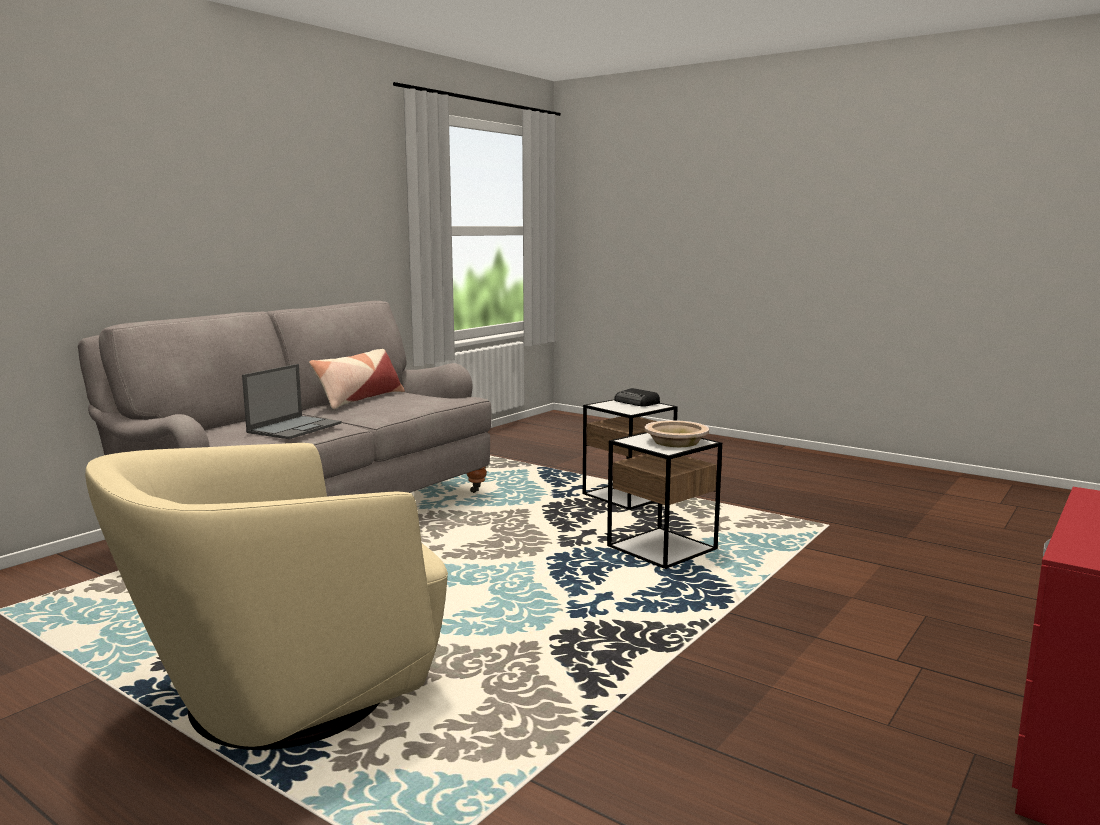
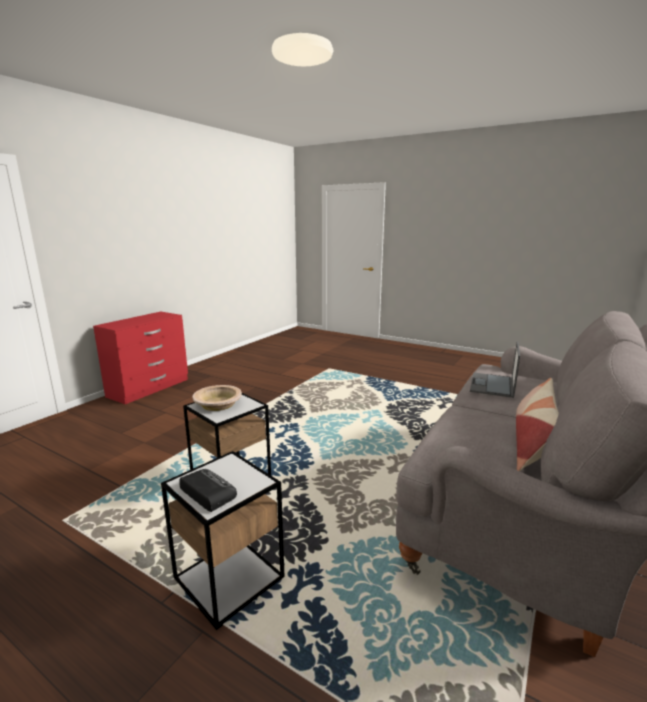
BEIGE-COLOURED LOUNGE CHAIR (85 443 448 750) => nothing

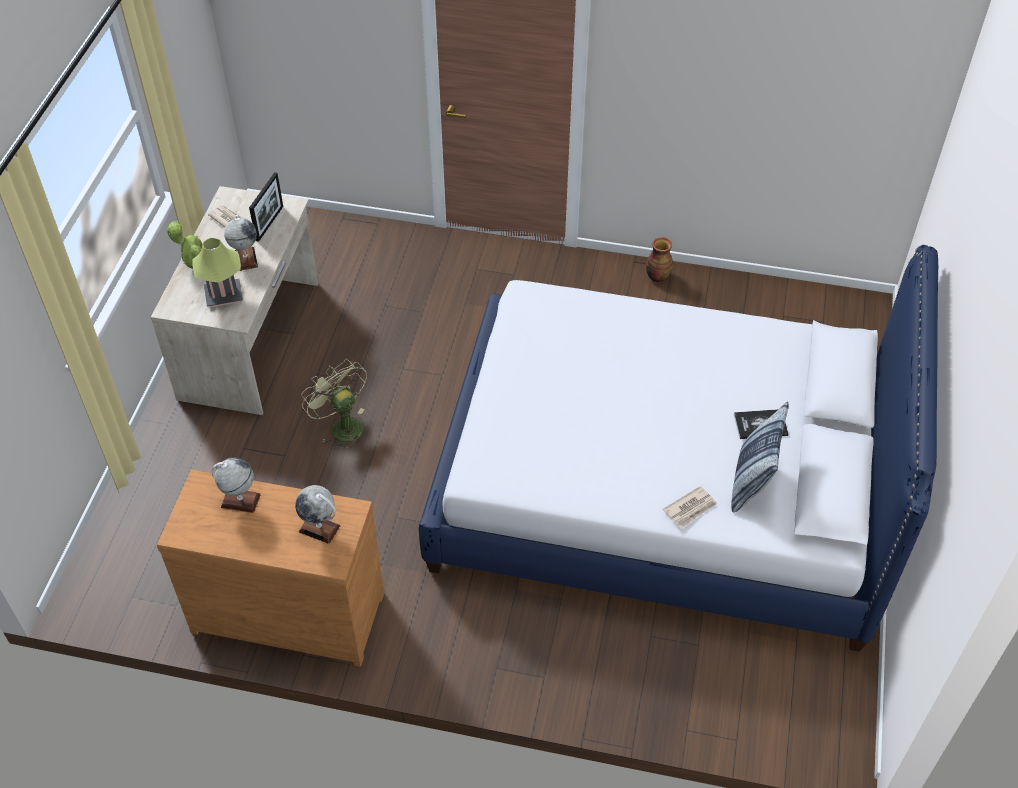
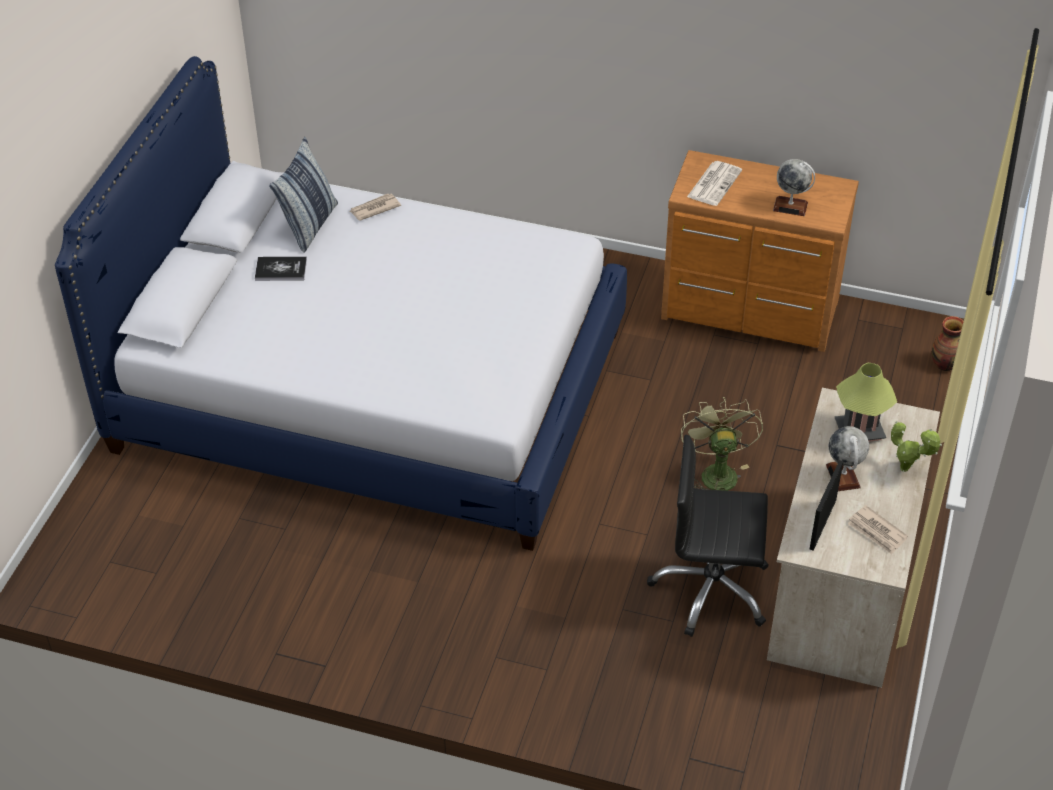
DECORATIVE VASE (646 237 673 282) => DECORATIVE VASE (932 316 964 371), shifted
GREEN-COLOURED ELECTRIC FAN (301 359 367 450) => GREEN-COLOURED ELECTRIC FAN (681 397 763 491), 150 degrees counterclockwise
WORLD GLOBE (295 485 341 544) => PRINTED PAPER (687 161 742 206)
nothing => BLACK-COLOURED DESK CHAIR (647 435 769 637)

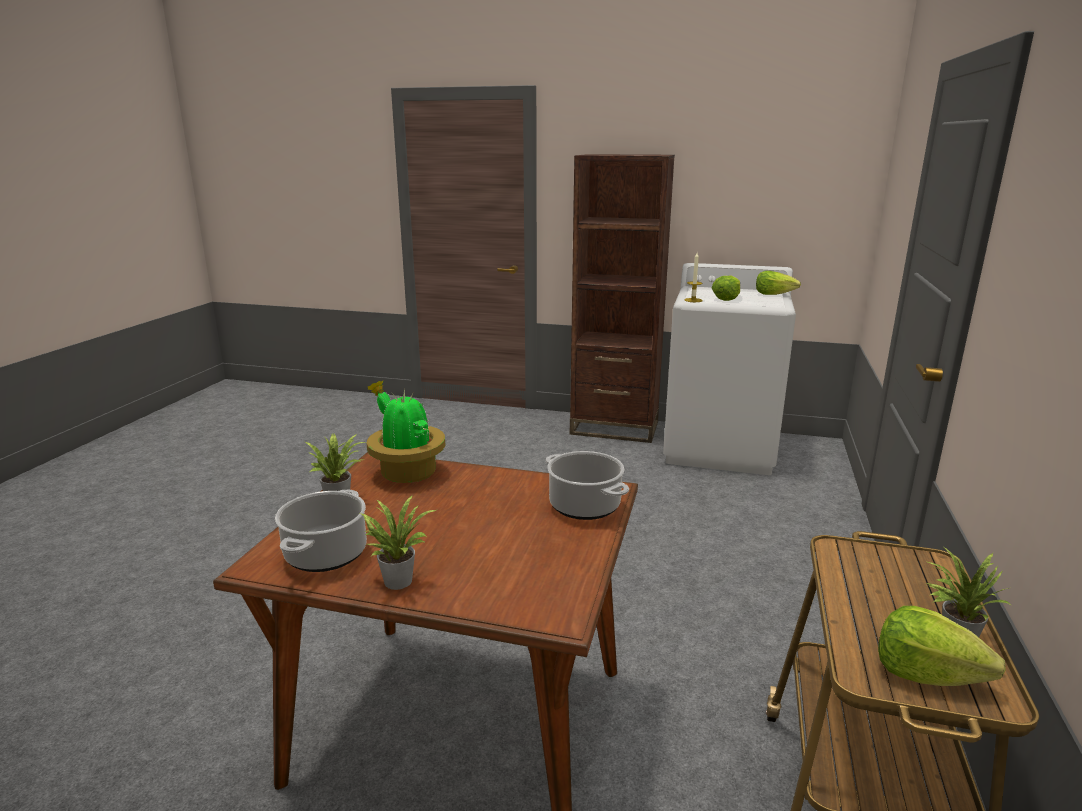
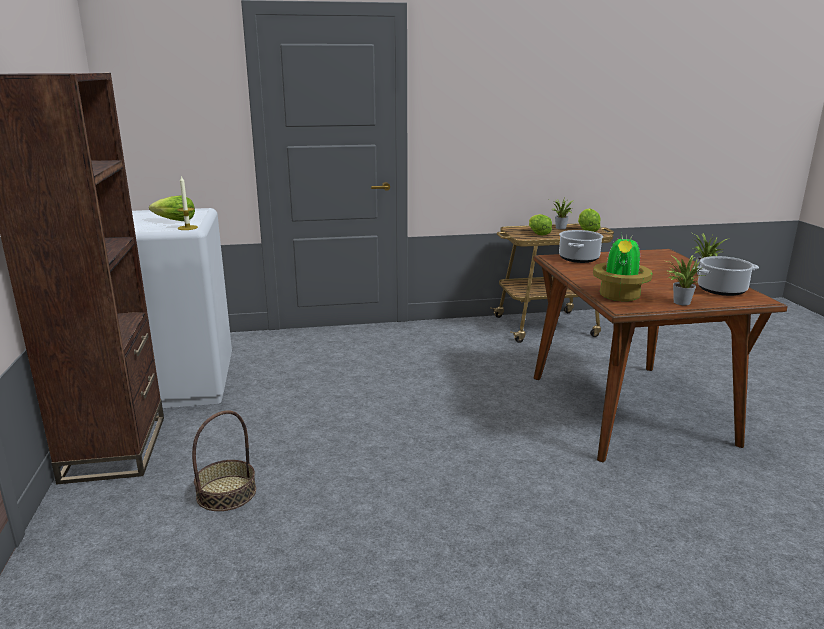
HEAD OF LETTUCE (756 271 801 295) => HEAD OF LETTUCE (529 214 552 236), shifted
nothing => HOUSEHOLD BASKET (192 410 256 511)

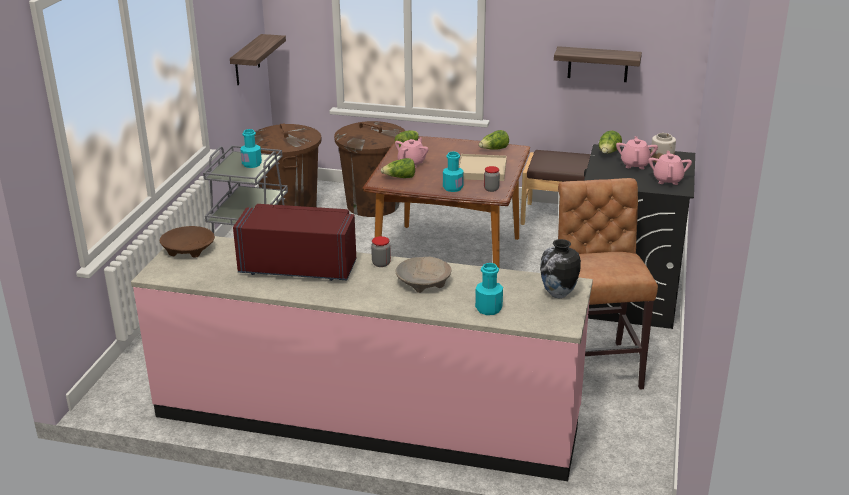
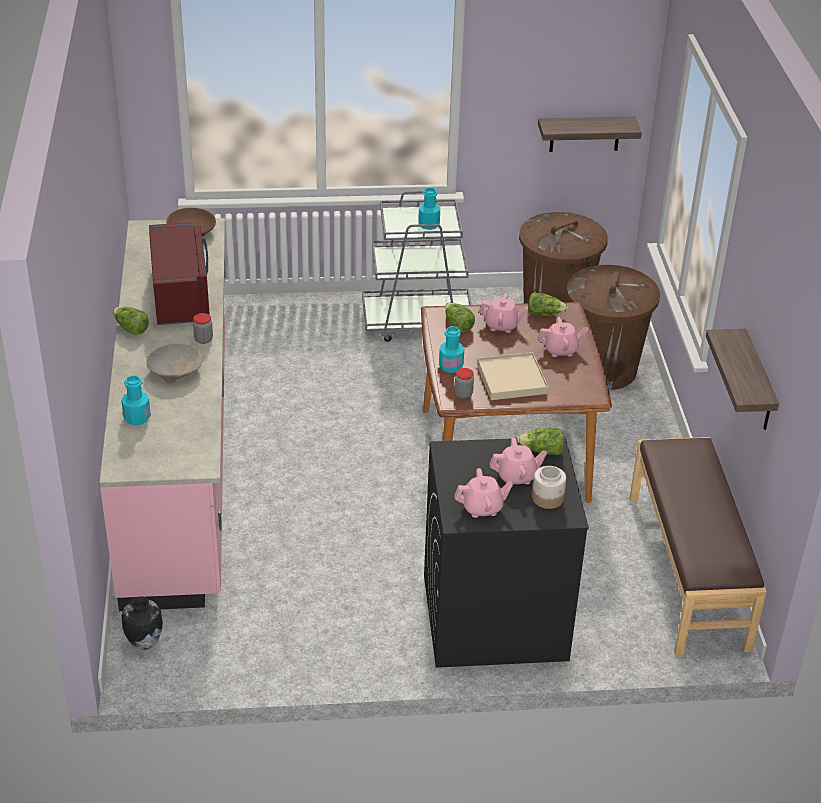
HEAD OF LETTUCE (479 130 509 149) => HEAD OF LETTUCE (113 307 149 335), shifted
BROWN SITTING STOOL (558 178 658 390) => nothing
DECORATIVE VASE (540 239 581 298) => DECORATIVE VASE (121 596 163 650), shifted
nothing => PINK TEA POT (537 317 588 357)

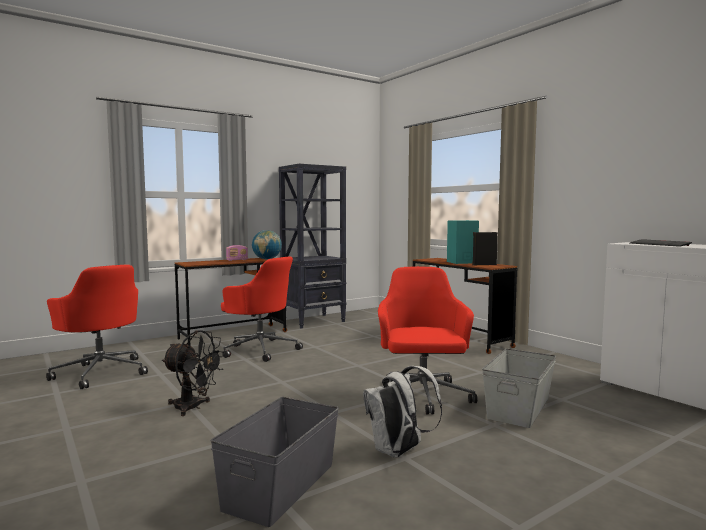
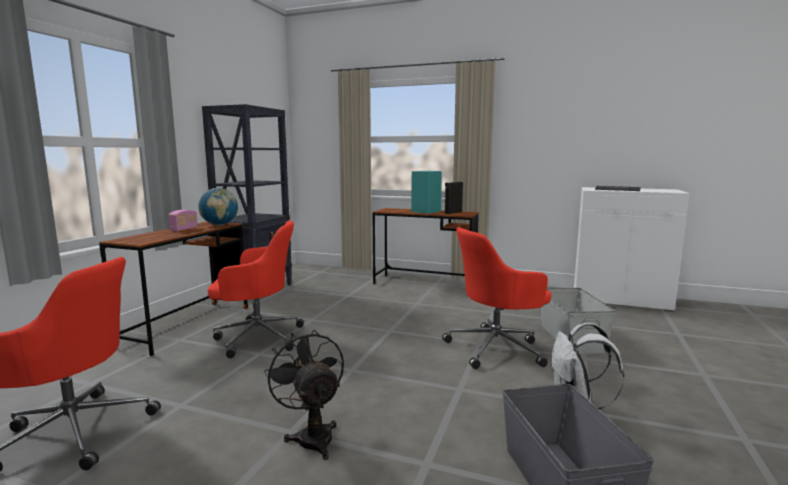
RED-COLOURED DESK CHAIR (378 266 477 414) => RED-COLOURED DESK CHAIR (442 227 551 369), 75 degrees counterclockwise
BLACK-COLOURED ELECTRIC FAN (162 330 225 416) => BLACK-COLOURED ELECTRIC FAN (264 330 344 460), 105 degrees counterclockwise

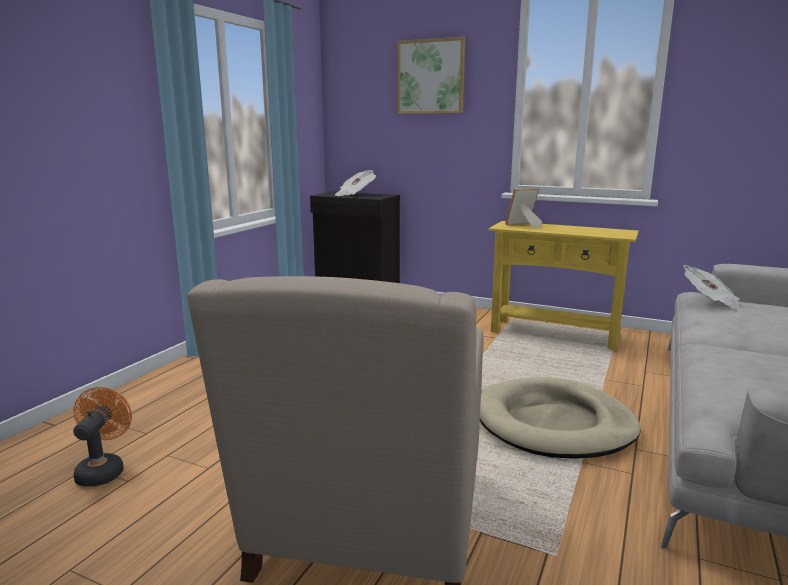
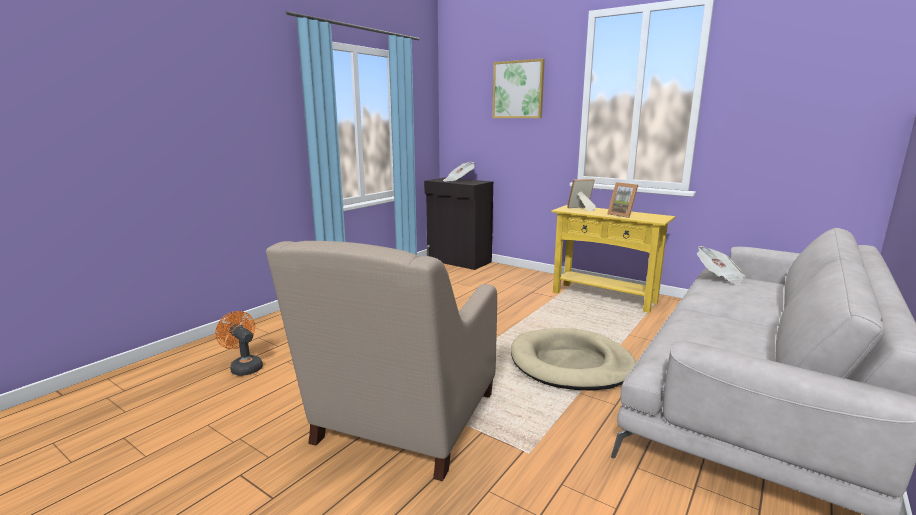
ORANGEY ELECTRIC FAN (73 387 132 487) => ORANGEY ELECTRIC FAN (215 311 263 376), 60 degrees counterclockwise
nothing => STANDING FRAME (607 182 638 218)

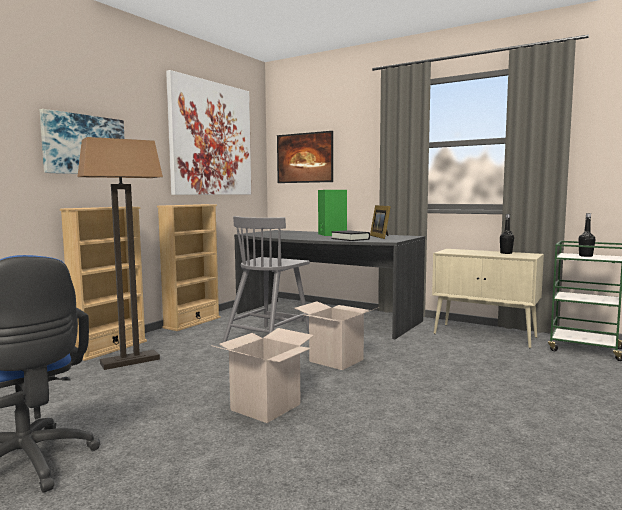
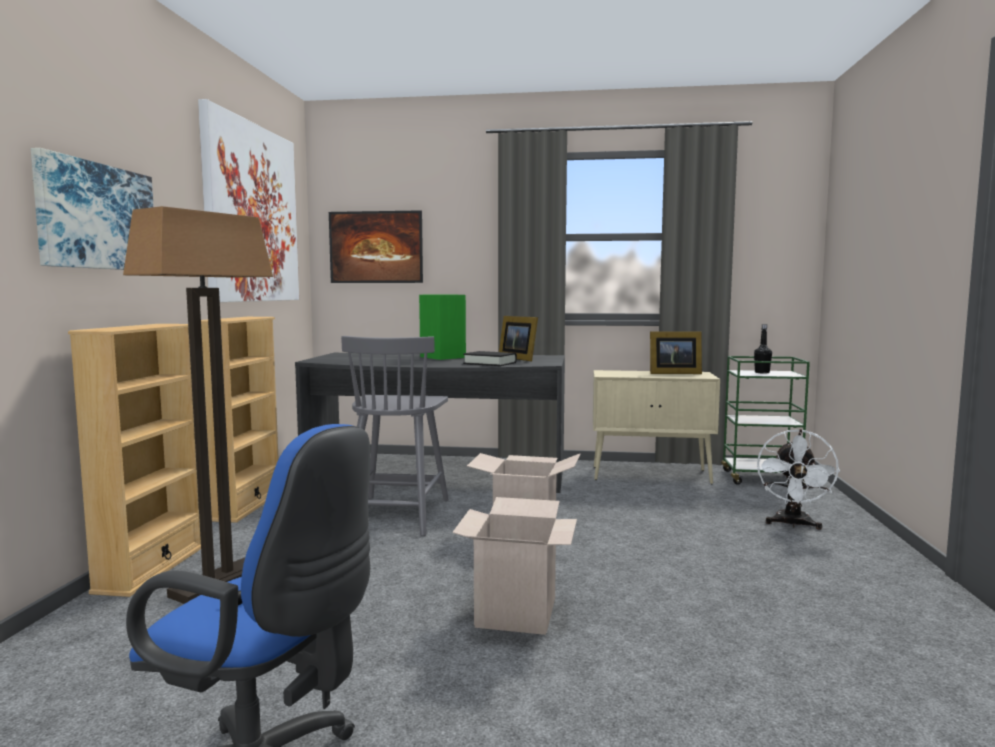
BLACK-COLOURED BOTTLE (500 214 514 254) => STANDING FRAME (650 331 702 374)
nothing => WHITE-COLOURED ELECTRIC FAN (757 429 840 530)

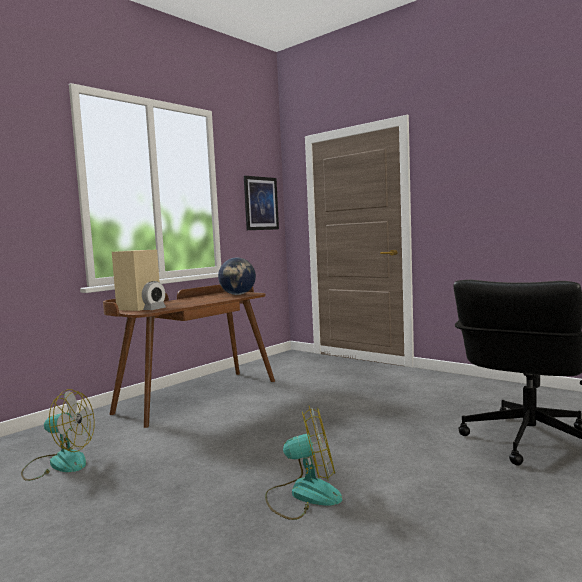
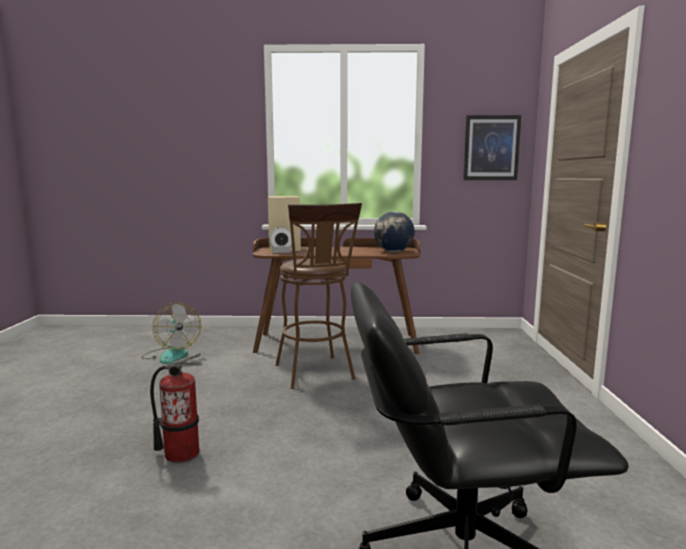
ELECTRIC FAN (265 406 342 520) => EXTINGUISHER (150 353 202 463)
nothing => BROWN SITTING STOOL (275 203 362 389)

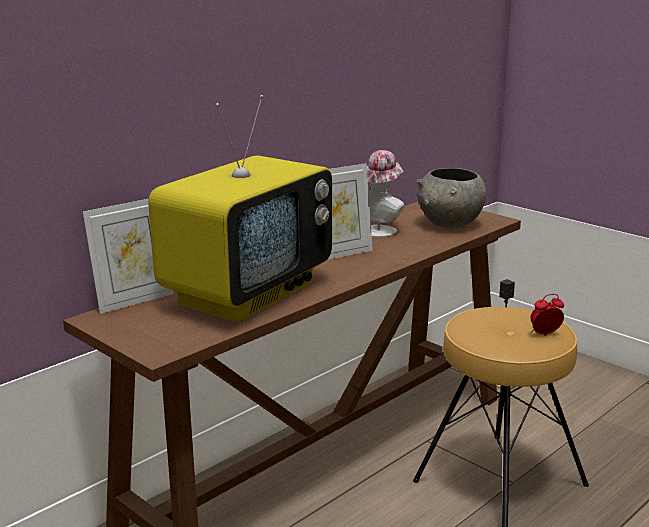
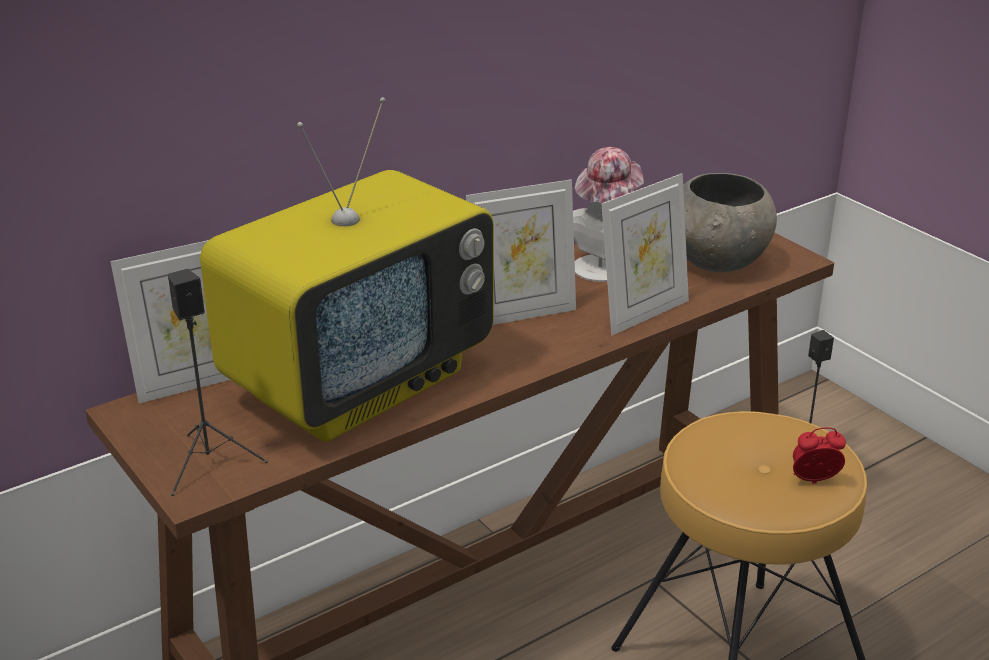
nothing => STANDING FRAME (602 173 689 336)
nothing => BLACK-COLOURED LOUDSPEAKER (168 269 268 496)

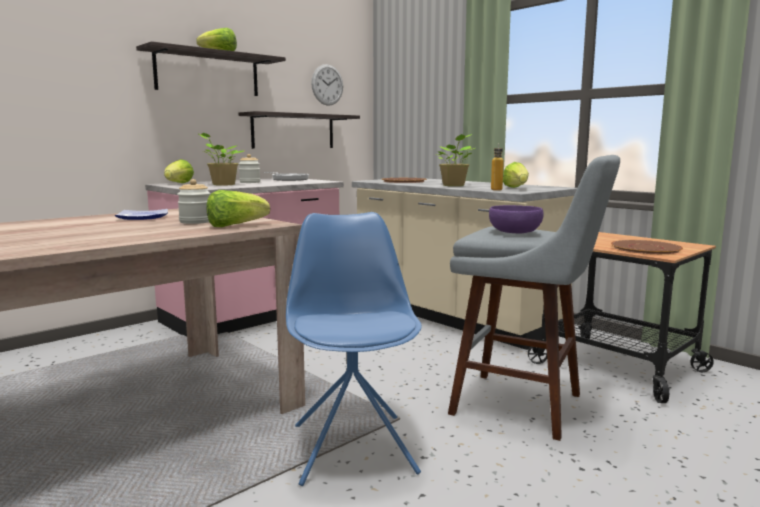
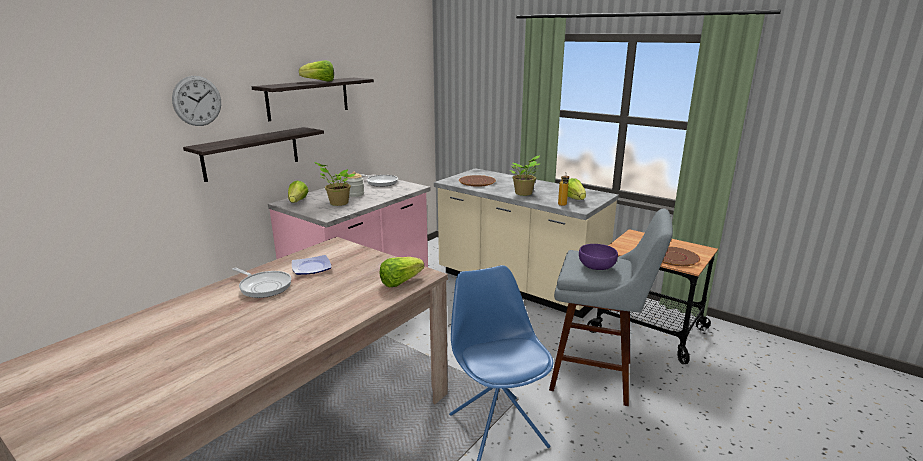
WALL CLOCK (311 64 343 106) => WALL CLOCK (172 76 221 126), shifted
WALL SHELF (239 111 360 149) => WALL SHELF (183 127 324 182), shifted
JAR (177 179 211 224) => nothing
nothing => FRYING PAN (232 268 292 298)

